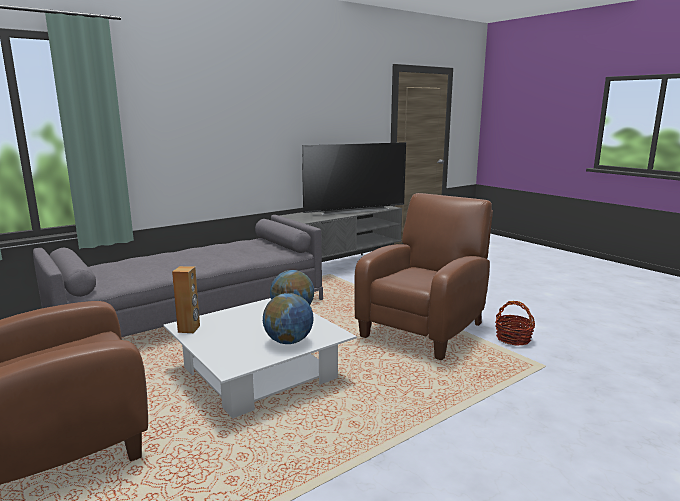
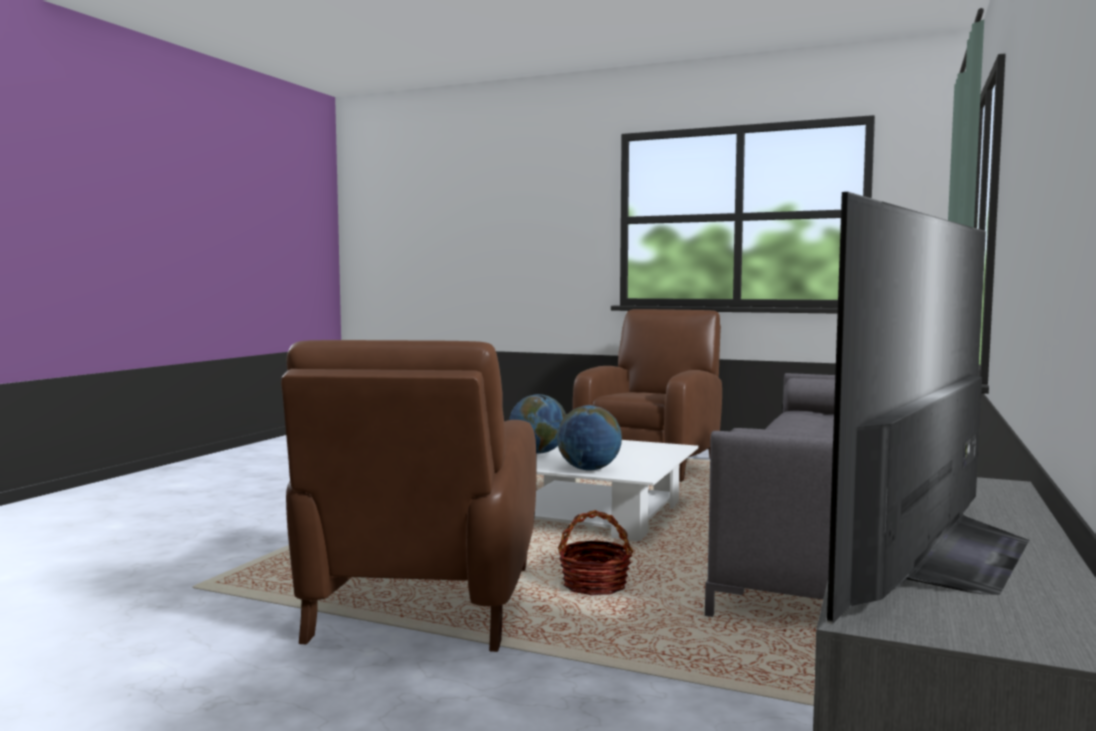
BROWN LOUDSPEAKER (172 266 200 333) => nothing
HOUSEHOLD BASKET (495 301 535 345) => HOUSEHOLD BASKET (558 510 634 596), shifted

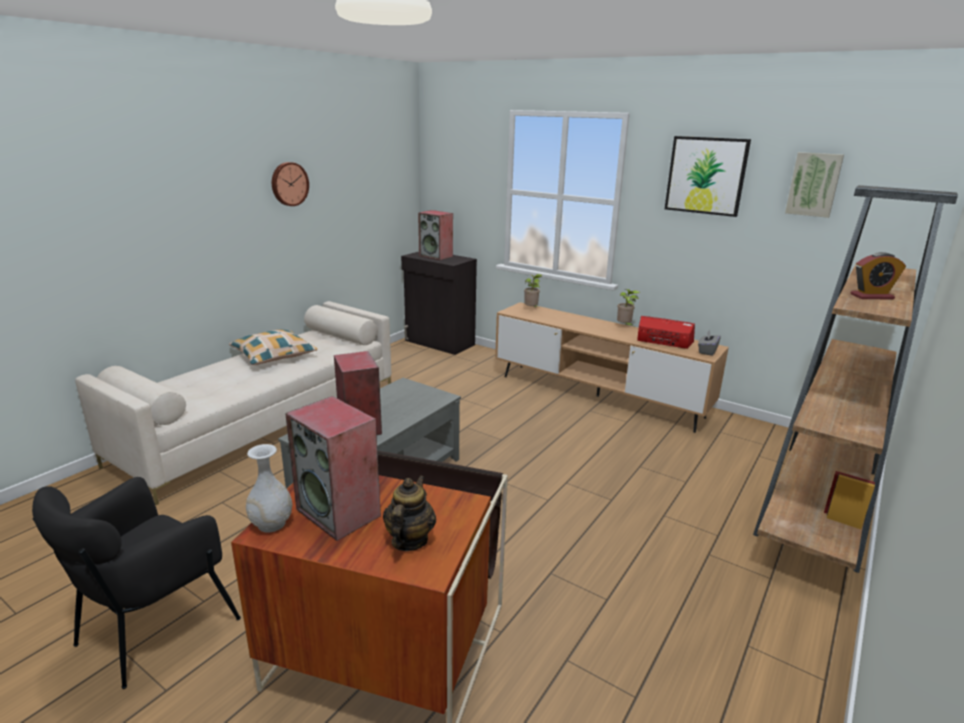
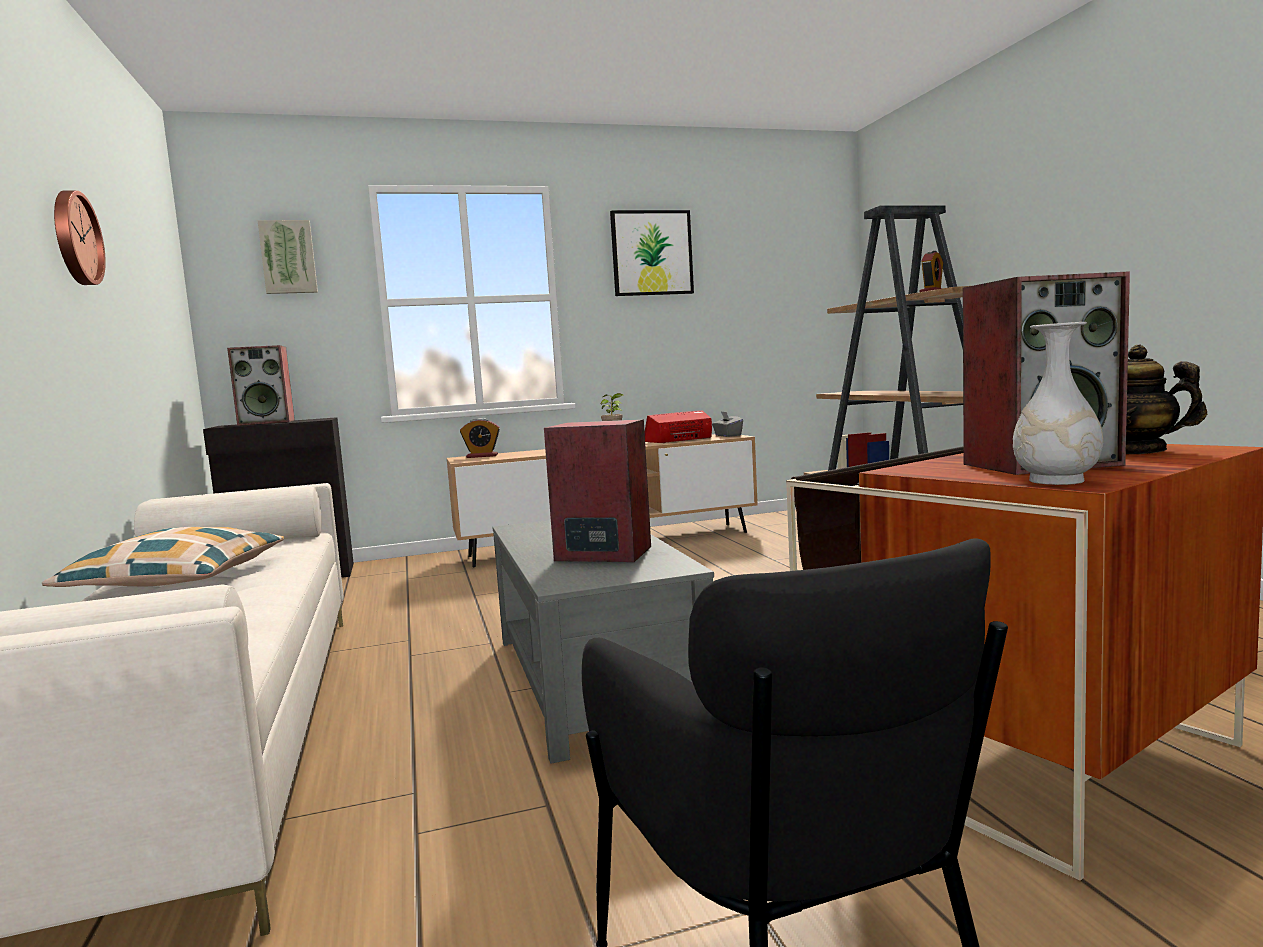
WALL PICTURE (785 152 844 218) => WALL PICTURE (257 220 318 294), shifted
POTTED PLANT (524 274 542 308) => TABLE CLOCK (460 418 500 458)

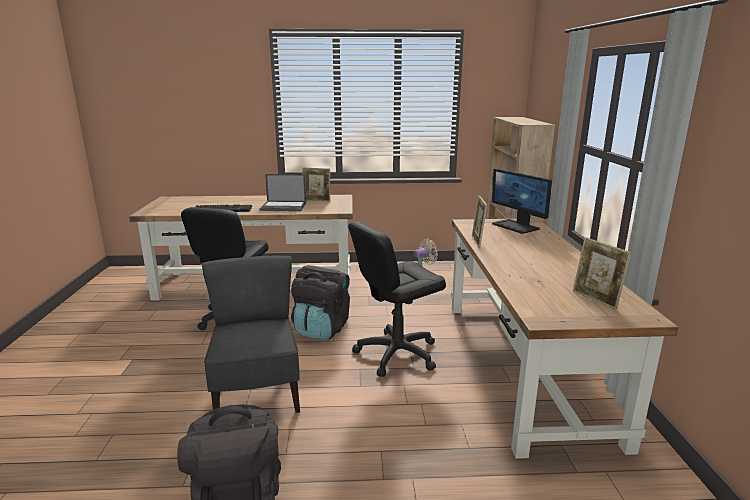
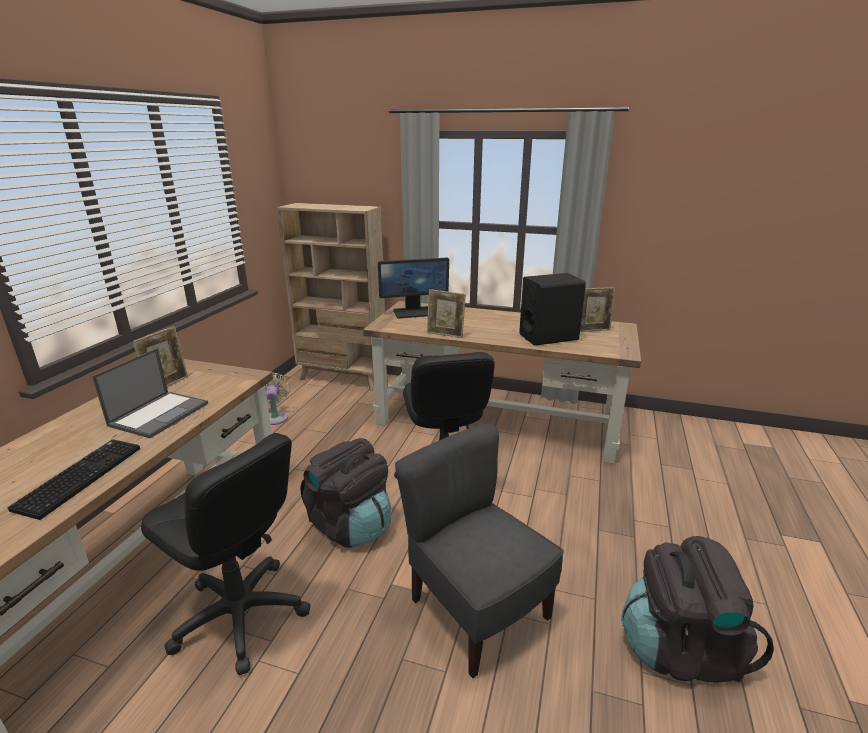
GREYISH PLAIN CHAIR (202 256 300 413) => GREYISH PLAIN CHAIR (395 423 564 678), 45 degrees clockwise
nothing => BLACK-COLOURED LOUDSPEAKER (519 273 586 346)

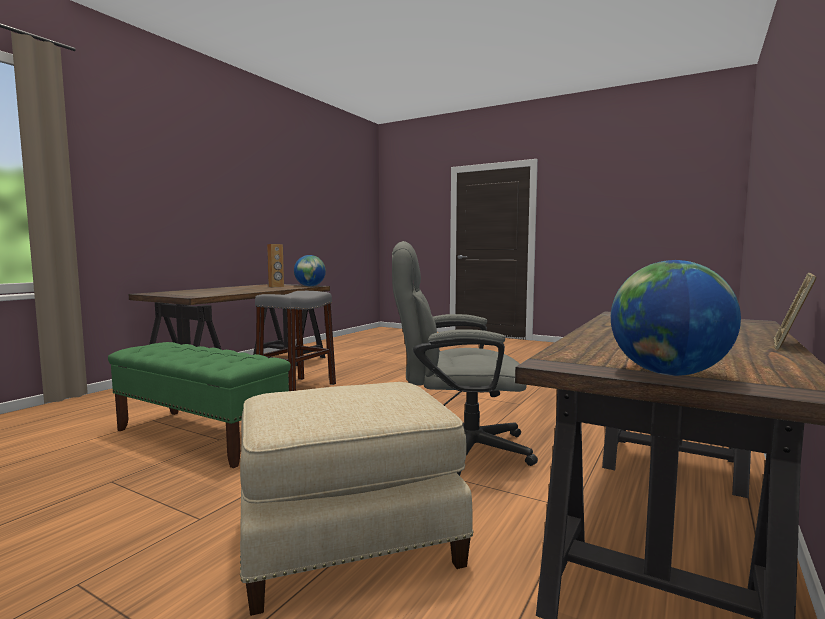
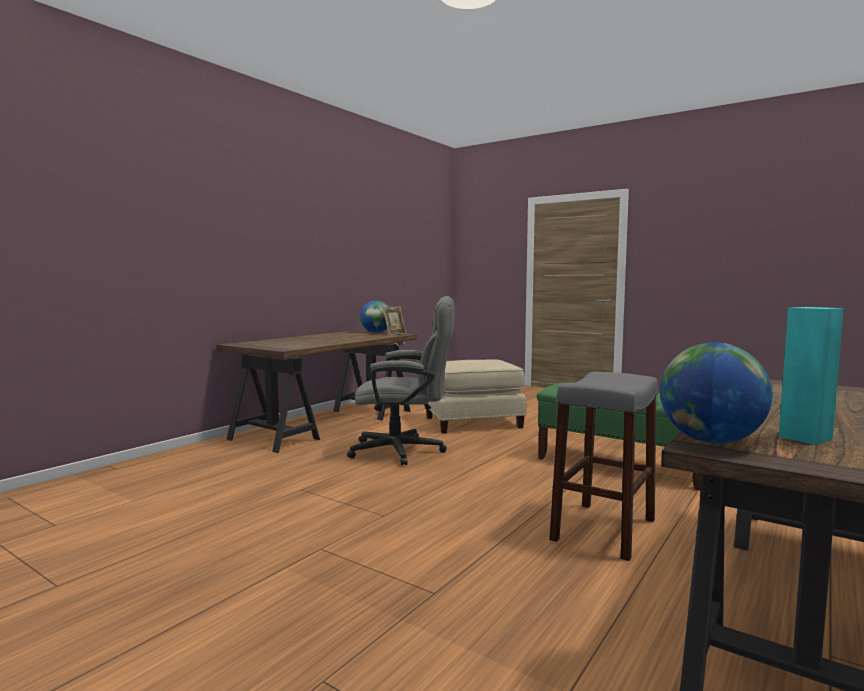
BROWN LOUDSPEAKER (267 244 284 288) => BLUE-GREEN LOUDSPEAKER (779 307 844 445)
STANDING FRAME (774 273 816 350) => STANDING FRAME (383 307 406 335), shifted

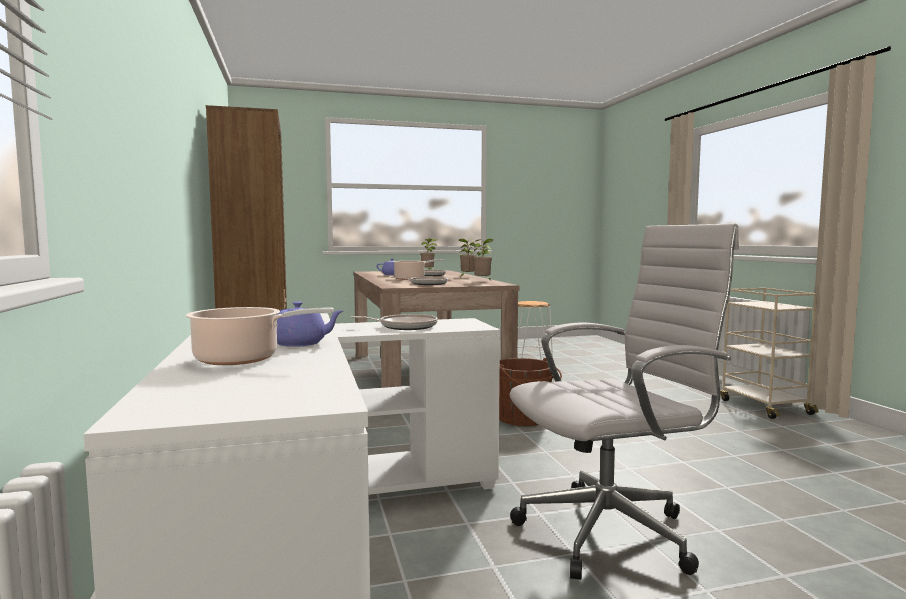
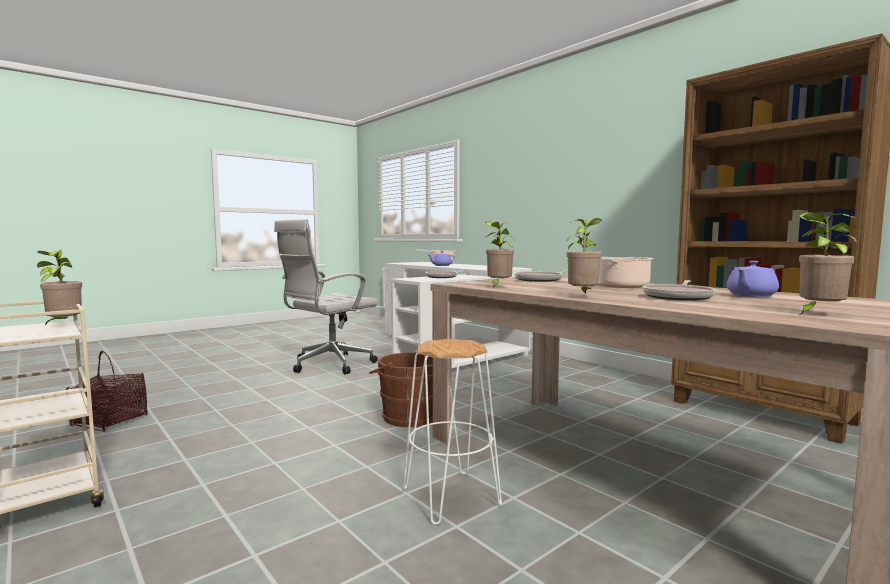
nothing => POTTED PLANT (37 250 82 326)
nothing => HOUSEHOLD BASKET (66 351 148 432)

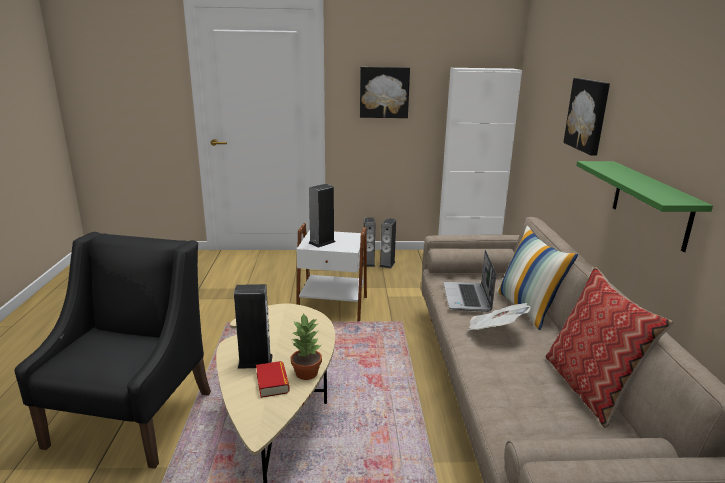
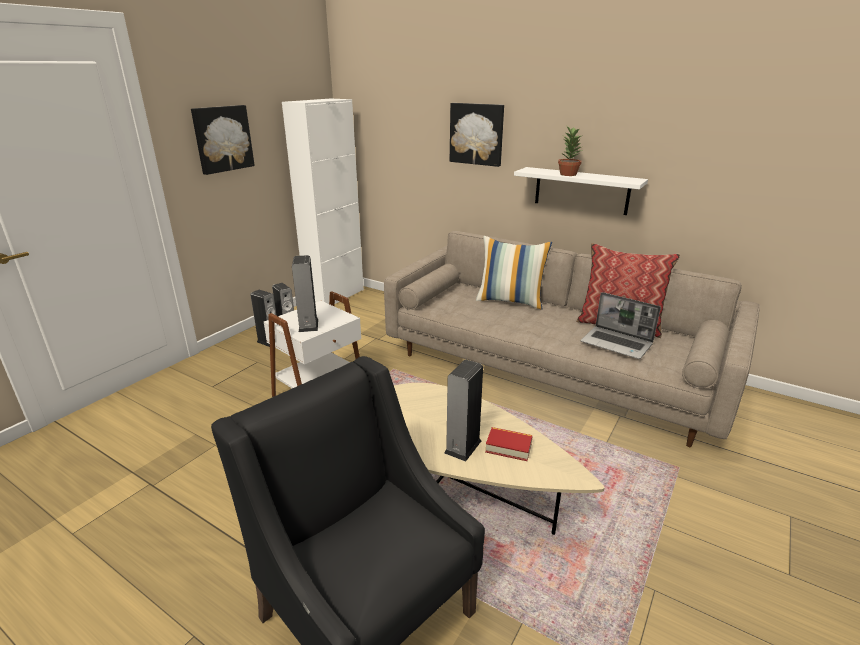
GREEN-COLOURED WALL SHELF (576 161 713 252) => WHITE-COLOURED WALL SHELF (514 167 648 215)
LAPTOP (443 250 496 312) => LAPTOP (581 292 661 359), shifted
PRINTED PAPER (468 303 531 331) => nothing
POTTED PLANT (291 313 322 380) => POTTED PLANT (558 125 583 176), shifted

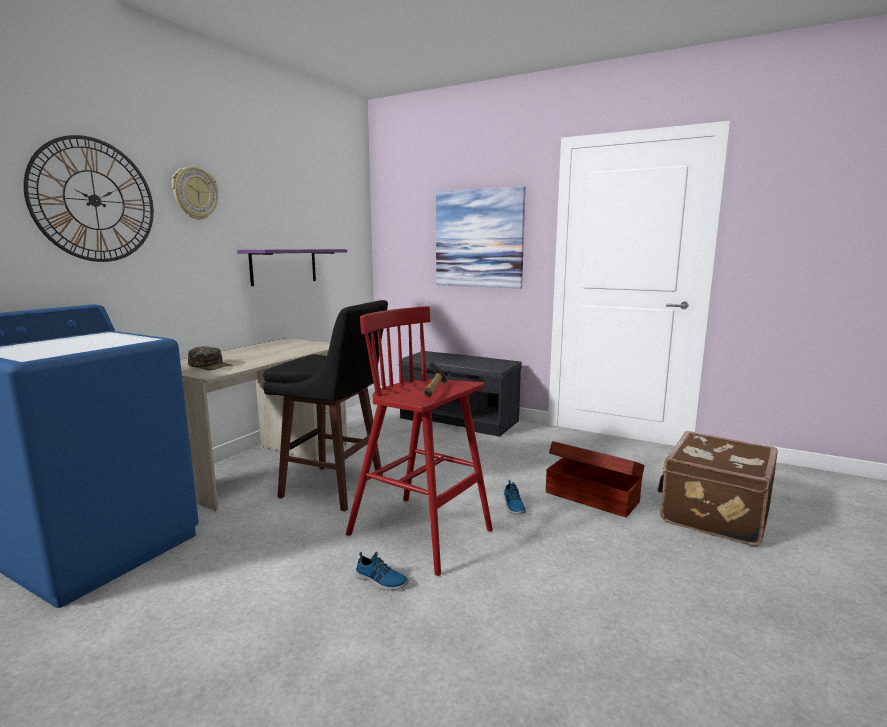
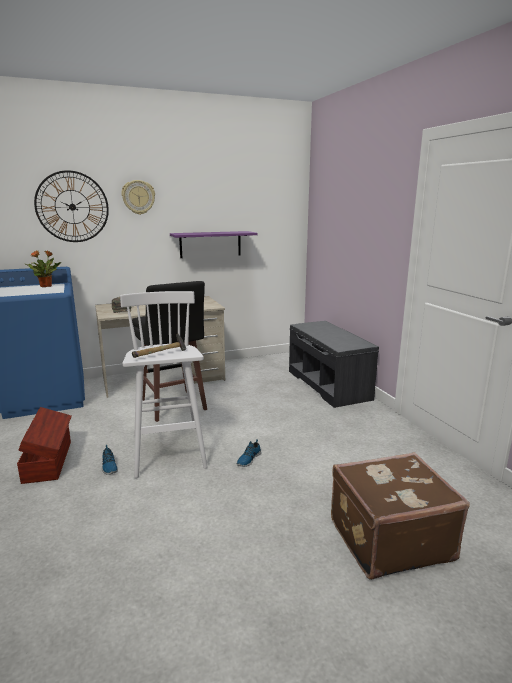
WALL PICTURE (436 186 525 288) => nothing
RED-COLOURED SITTING STOOL (346 306 493 576) => WHITE-COLOURED SITTING STOOL (120 291 208 478)
BROWN STORAGE CONTAINER (546 441 645 517) => BROWN STORAGE CONTAINER (17 407 72 484), shifted
nothing => POTTED PLANT (26 250 61 287)

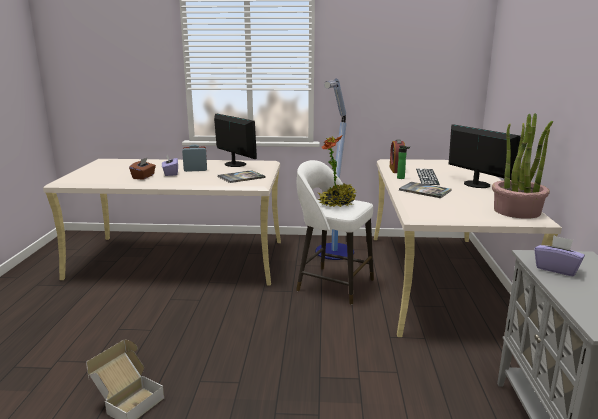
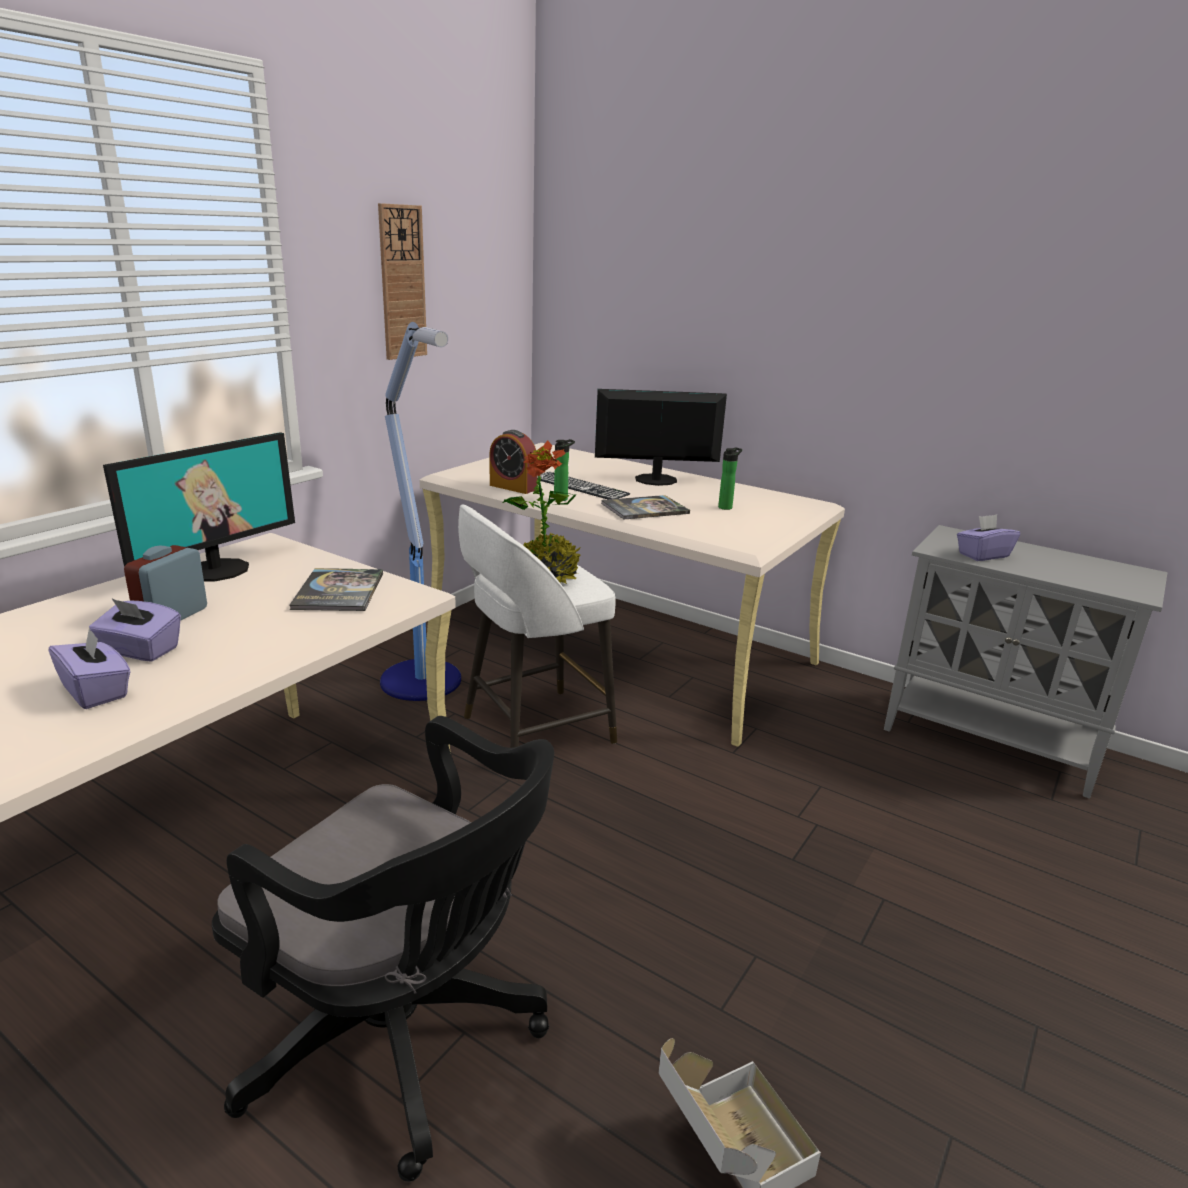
POTTED PLANT (492 113 553 219) => nothing
COMPUTER DISPLAY (214 114 257 167) => COMPUTER DISPLAY (103 432 295 582), 135 degrees clockwise
BROWN TISSUE BOX (129 158 156 180) => PURPLISH TISSUE BOX (48 627 131 709)
nothing => WALL CLOCK (378 203 427 360)
nothing => BOTTLE (718 447 742 510)
nothing => BLACK-COLOURED DESK CHAIR (212 716 554 1182)

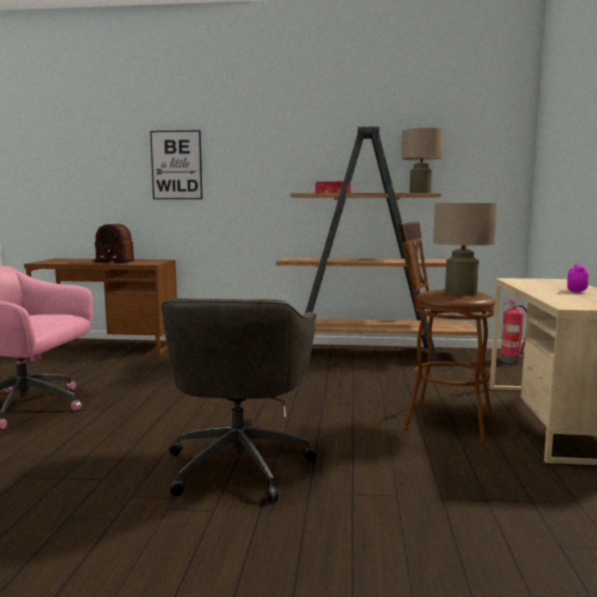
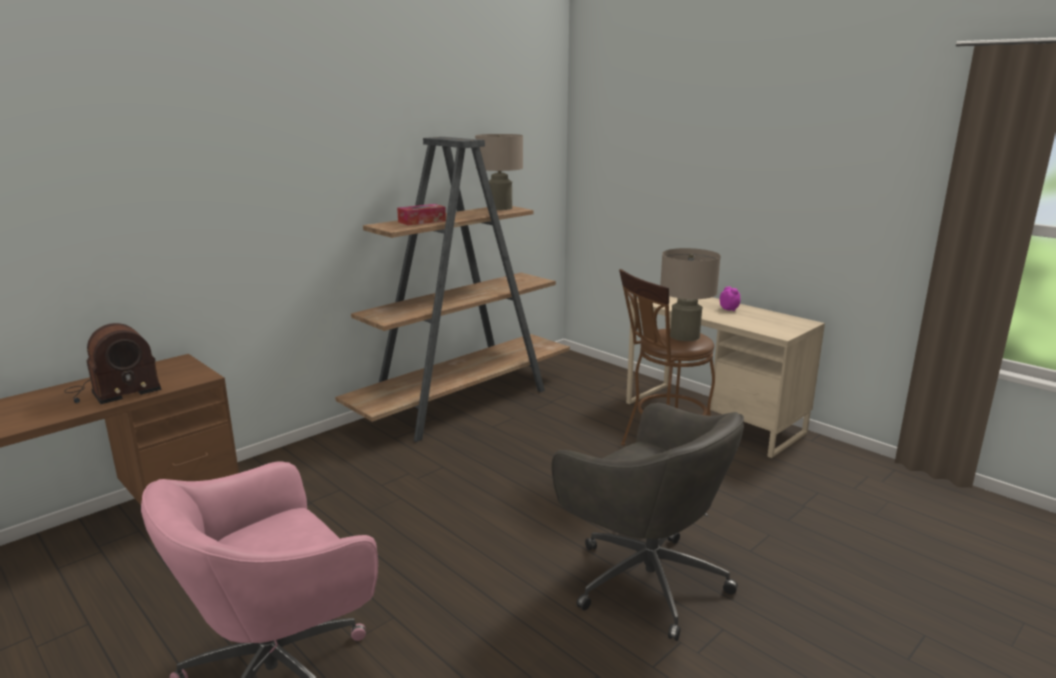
WALL PICTURE (150 130 202 199) => nothing
EXTINGUISHER (500 298 527 364) => nothing

